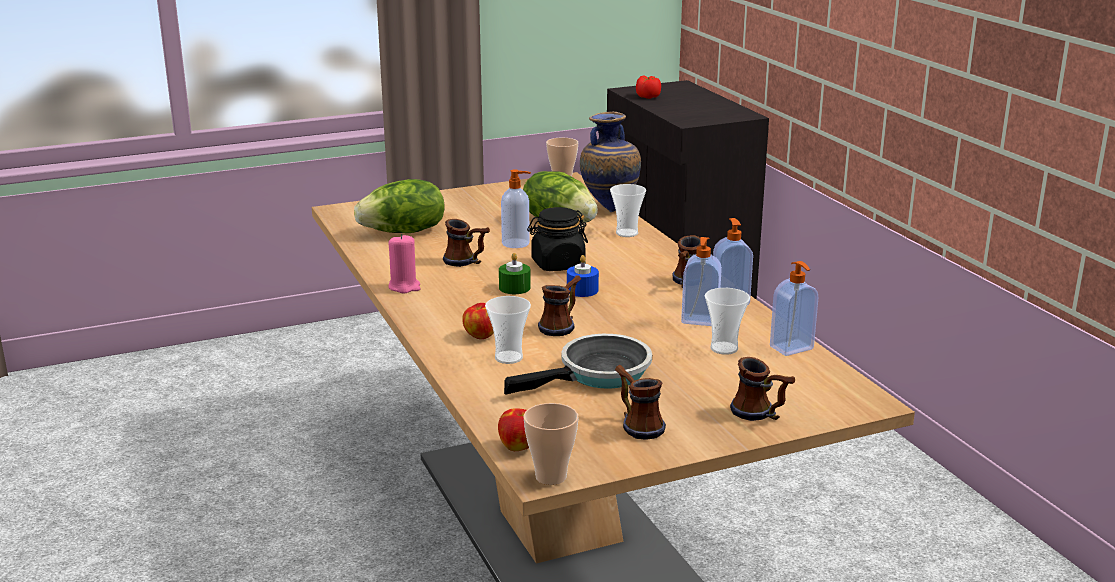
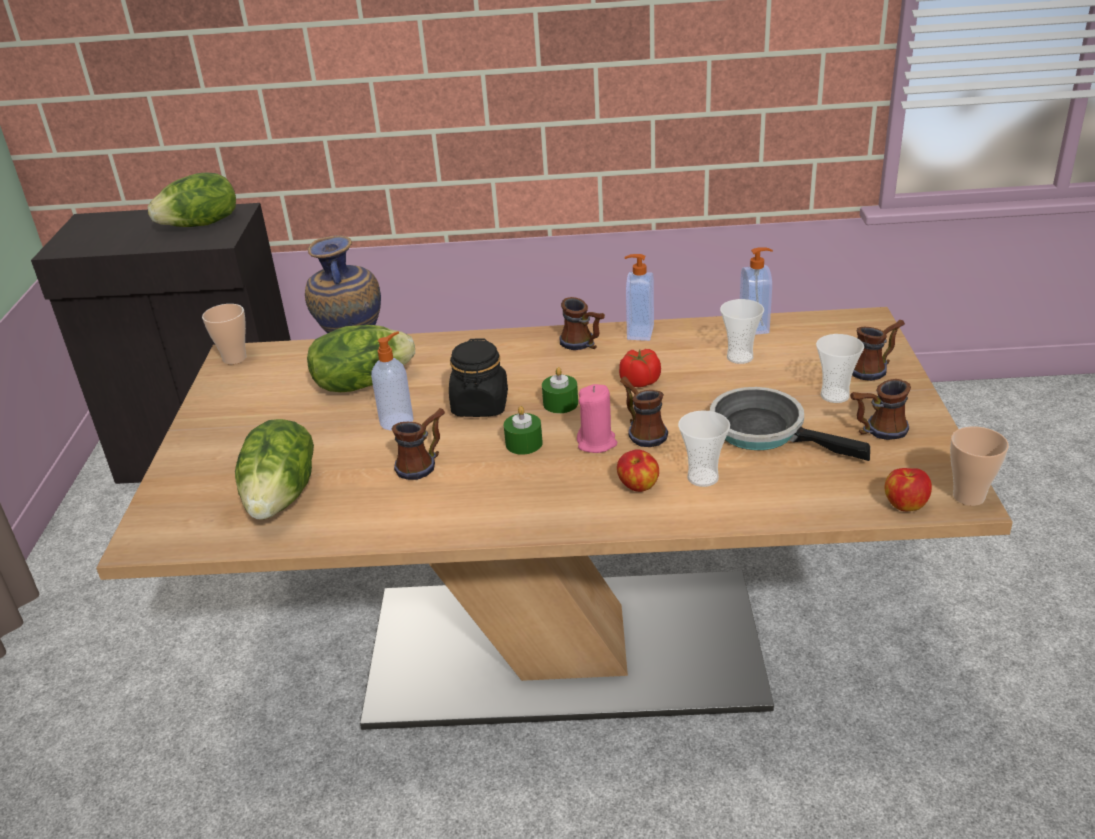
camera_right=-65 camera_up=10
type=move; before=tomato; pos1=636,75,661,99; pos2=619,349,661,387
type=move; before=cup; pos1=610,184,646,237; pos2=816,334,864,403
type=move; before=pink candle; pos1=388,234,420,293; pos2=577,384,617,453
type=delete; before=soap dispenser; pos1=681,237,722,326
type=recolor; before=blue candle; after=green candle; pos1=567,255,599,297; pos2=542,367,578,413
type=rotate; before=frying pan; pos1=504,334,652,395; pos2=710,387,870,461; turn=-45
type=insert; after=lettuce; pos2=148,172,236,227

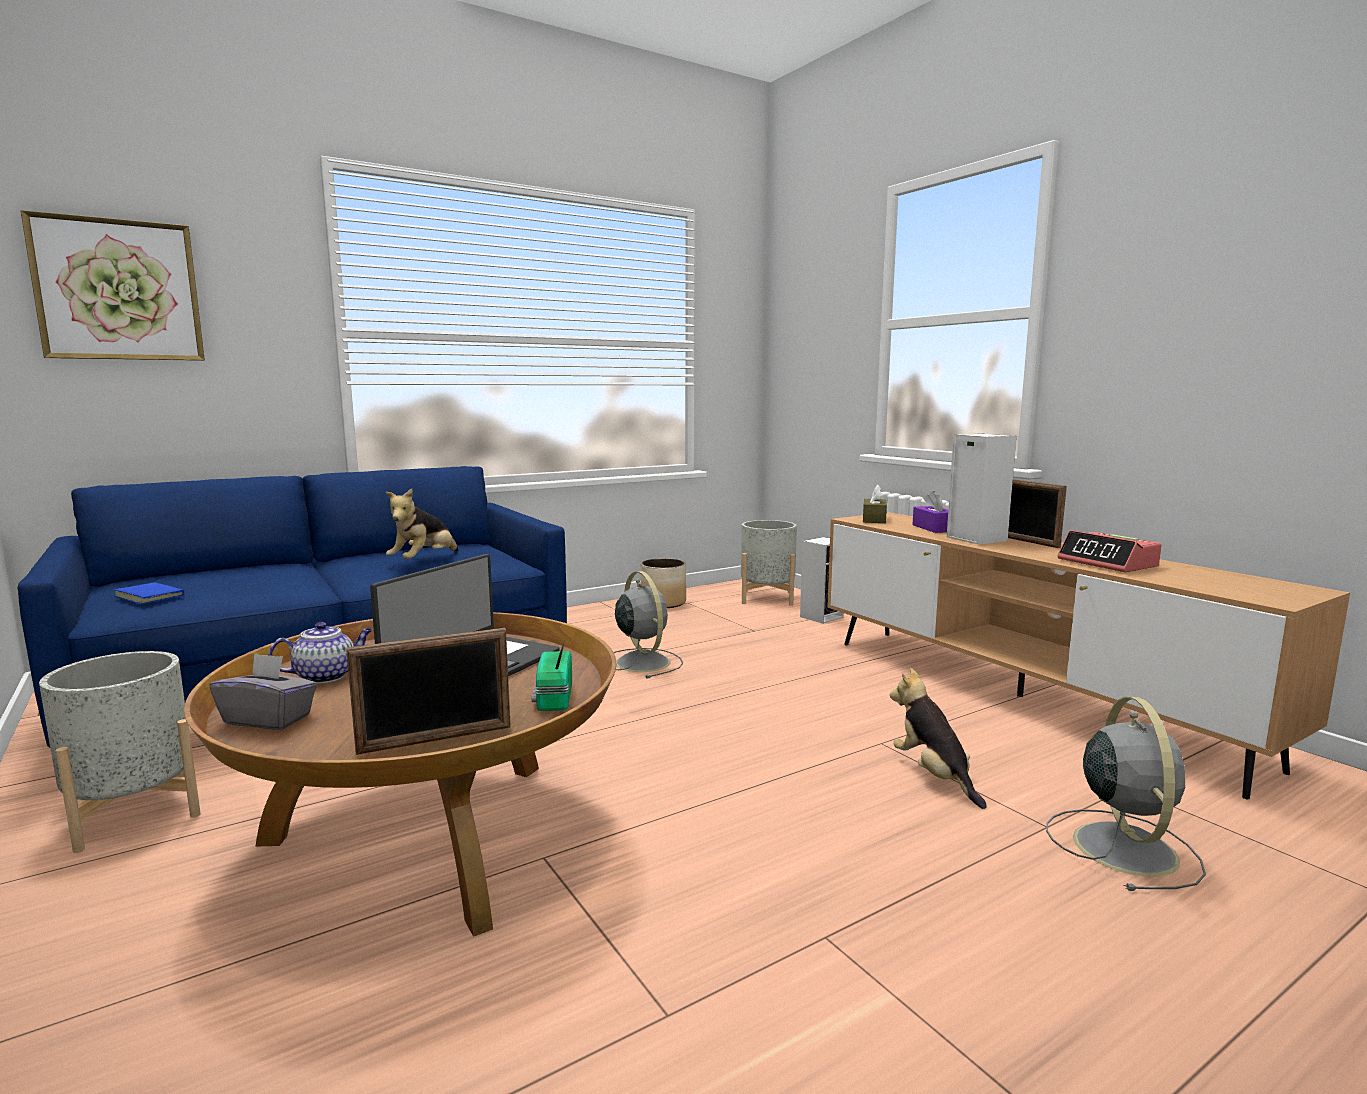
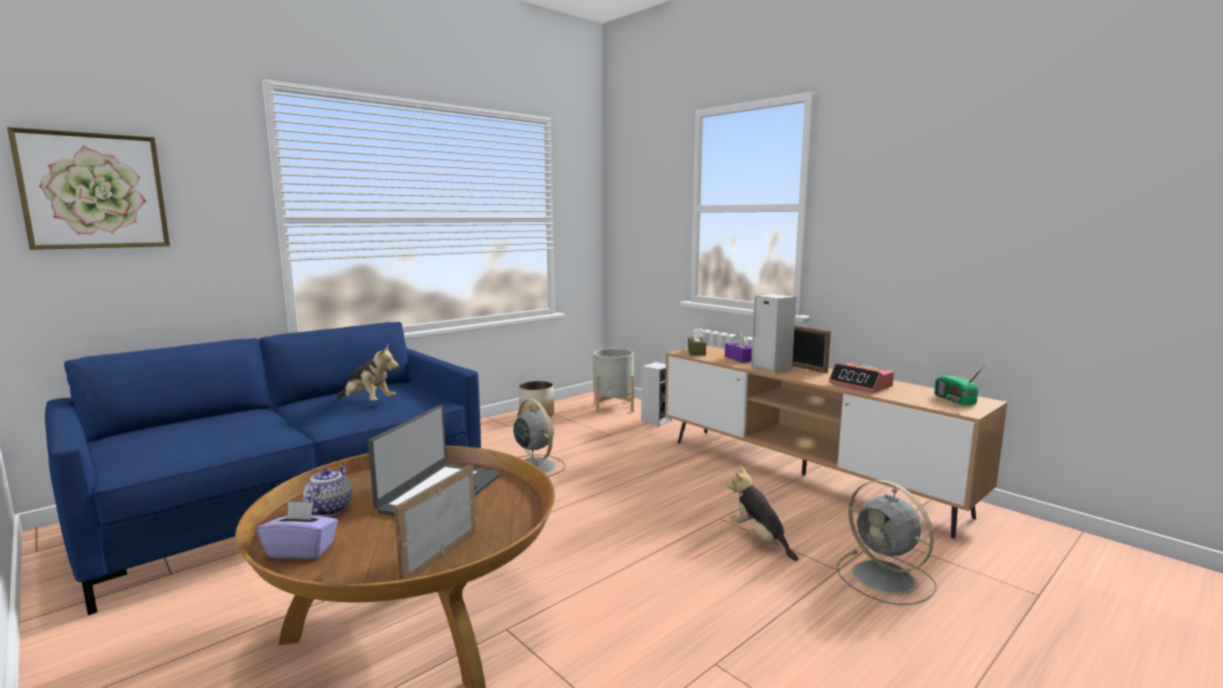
camera_right=-10 camera_up=0
type=rotate; before=plush toy; pos1=386,489,458,559; pos2=336,345,399,401; turn=-75
type=delete; before=blue book; pos1=115,580,184,605
type=rotate; before=teapot; pos1=268,622,372,684; pos2=303,466,352,516; turn=-45
type=rotate; before=picture frame; pos1=346,628,511,755; pos2=394,465,476,580; turn=150
type=move; before=radio; pos1=532,639,572,711; pos2=934,368,983,405
type=delete; before=grey planter; pos1=39,651,201,853
type=recolor; before=grey tissue box; after=purple tissue box; pos1=209,653,317,730; pos2=257,501,338,559
type=rotate; before=grey fan; pos1=1046,697,1206,891; pos2=837,480,937,605; turn=150

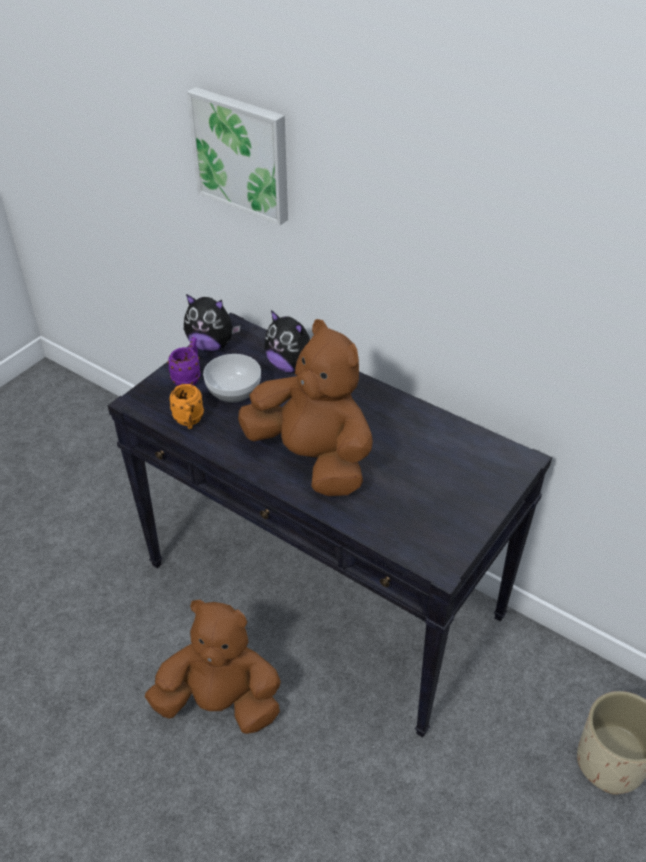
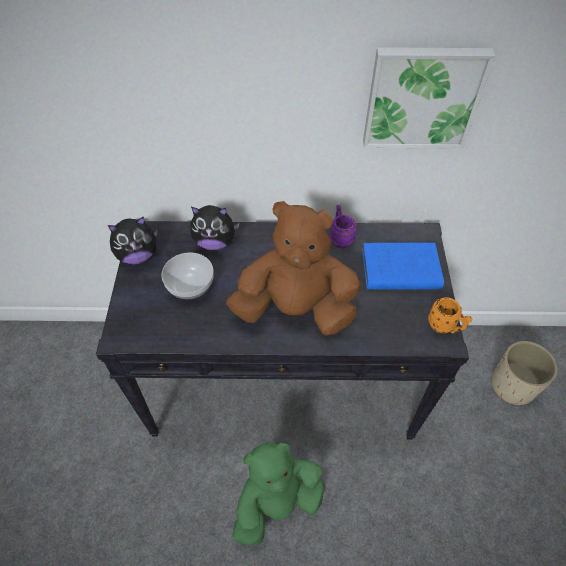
camera_right=-35 camera_up=10
type=move; before=picture; pos1=187,87,288,225; pos2=363,47,495,149
type=move; before=purple mug; pos1=168,337,201,386; pos2=329,205,357,248
type=move; before=orange mug; pos1=169,384,204,429; pos2=428,297,472,334
type=recolor; before=brown plush toy; after=green plush toy; pos1=145,600,281,734; pos2=232,442,325,545
type=insert; after=blue book; pos2=362,243,444,290

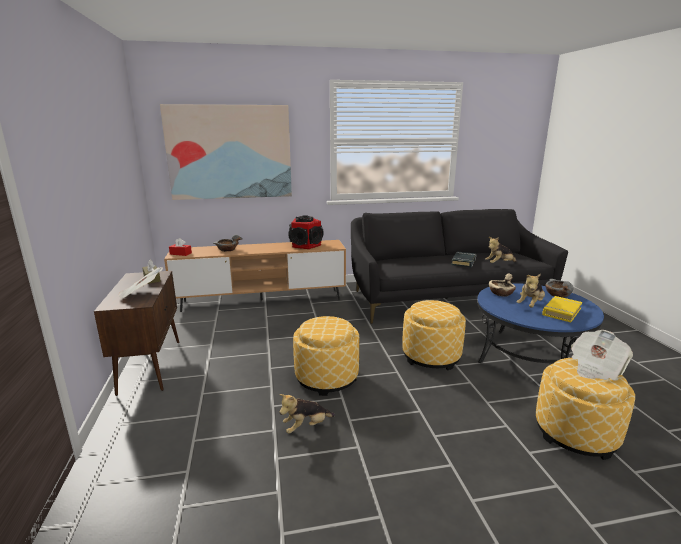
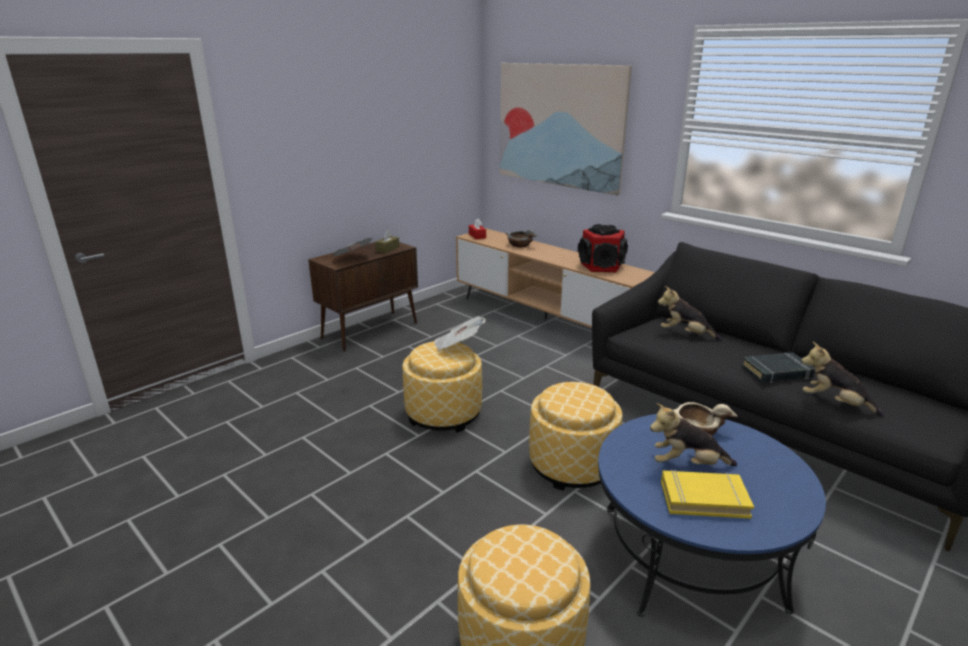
camera_right=55 camera_up=5
type=delete; before=grey bowl; pos1=546,279,573,298
type=move; before=newspaper; pos1=571,330,633,381; pos2=434,316,486,351
type=move; before=plush toy; pos1=279,394,335,434; pos2=658,286,722,340

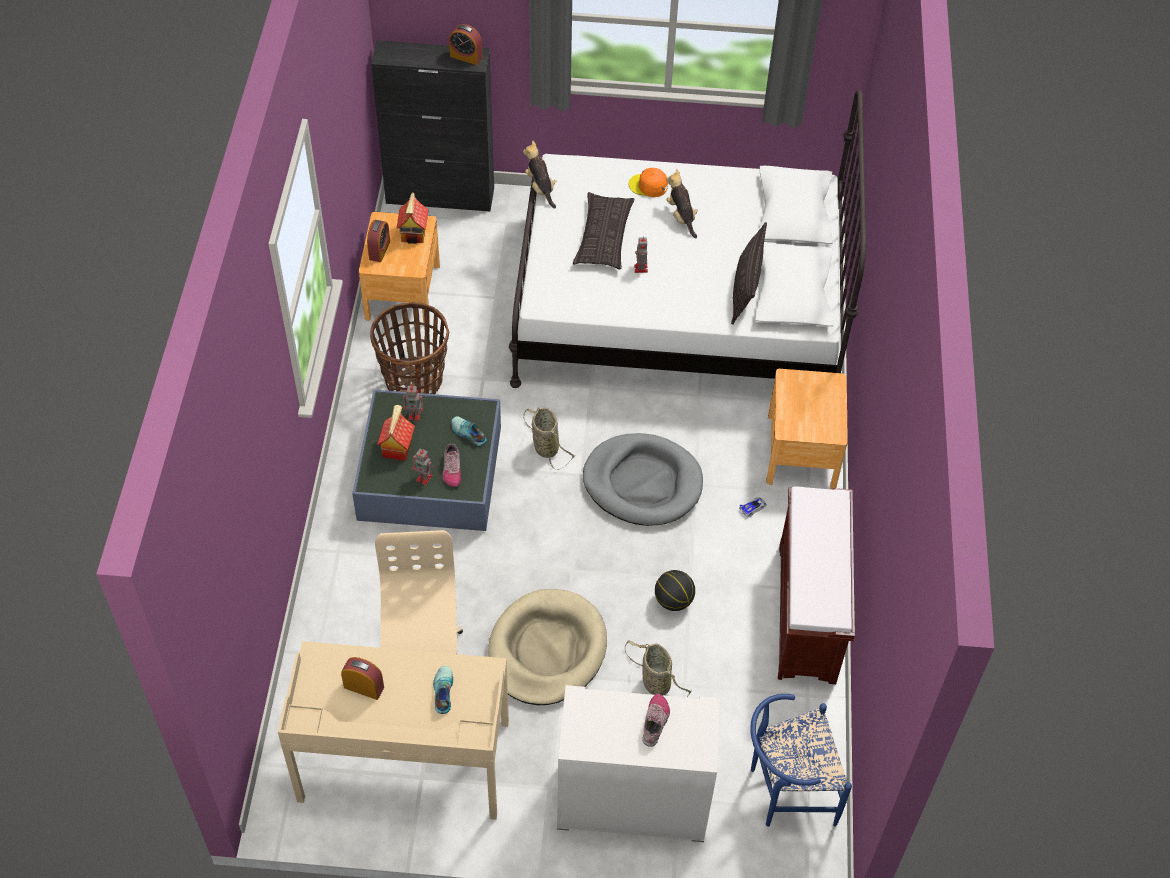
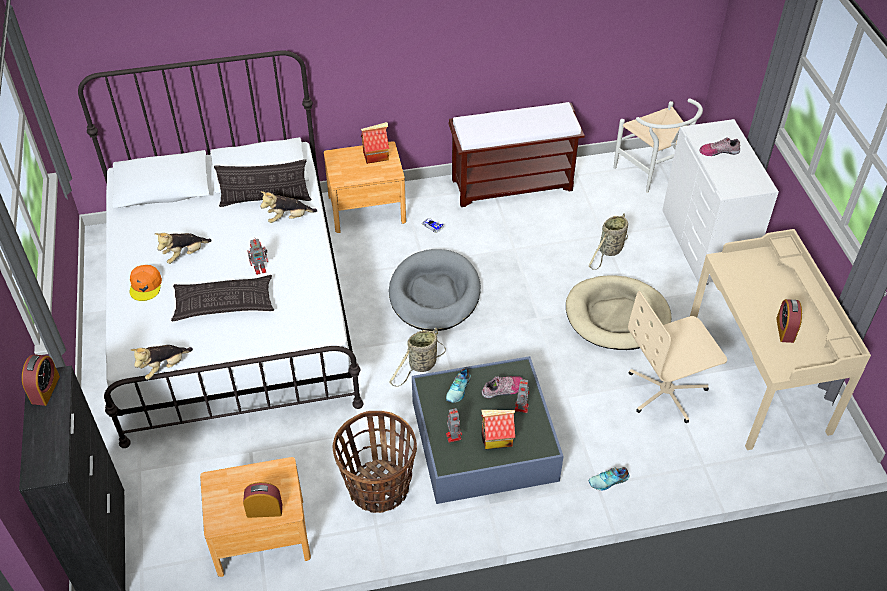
camera_right=-105 camera_up=-5
type=move; before=toy house; pos1=397,192,429,244; pos2=361,122,389,164
type=delete; before=basketball; pos1=655,570,695,611
type=move; before=shoe; pos1=433,666,453,714; pos2=589,467,629,490
type=recolor; before=blue chair; after=white chair; pos1=750,694,852,827; pos2=614,99,703,193
type=insert; after=plush toy; pos2=260,191,318,223

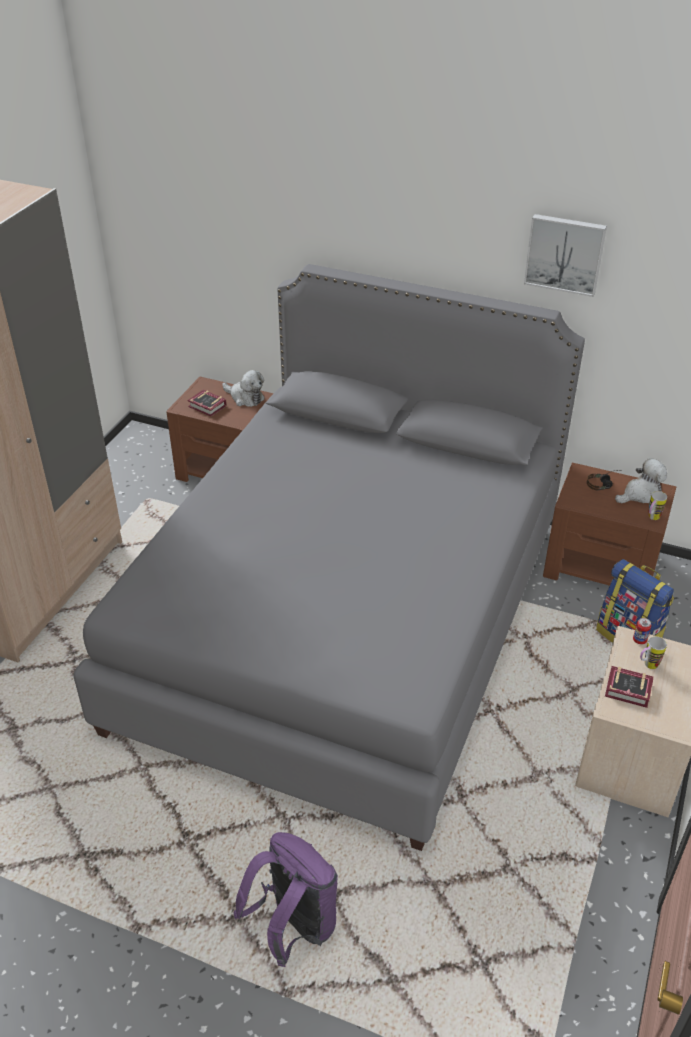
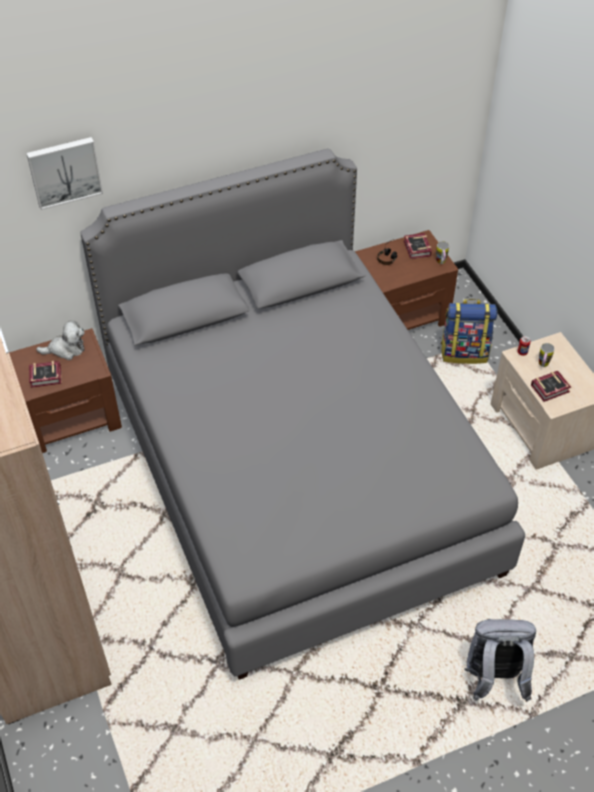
camera_right=-45 camera_up=10
type=move; before=picture; pos1=524,214,607,297; pos2=26,137,103,210
type=replace; before=plush toy; after=book; pos1=615,458,667,503; pos2=404,233,432,259
type=recolor; before=purple backpack; after=grey backpack; pos1=233,832,338,967; pos2=464,619,536,702

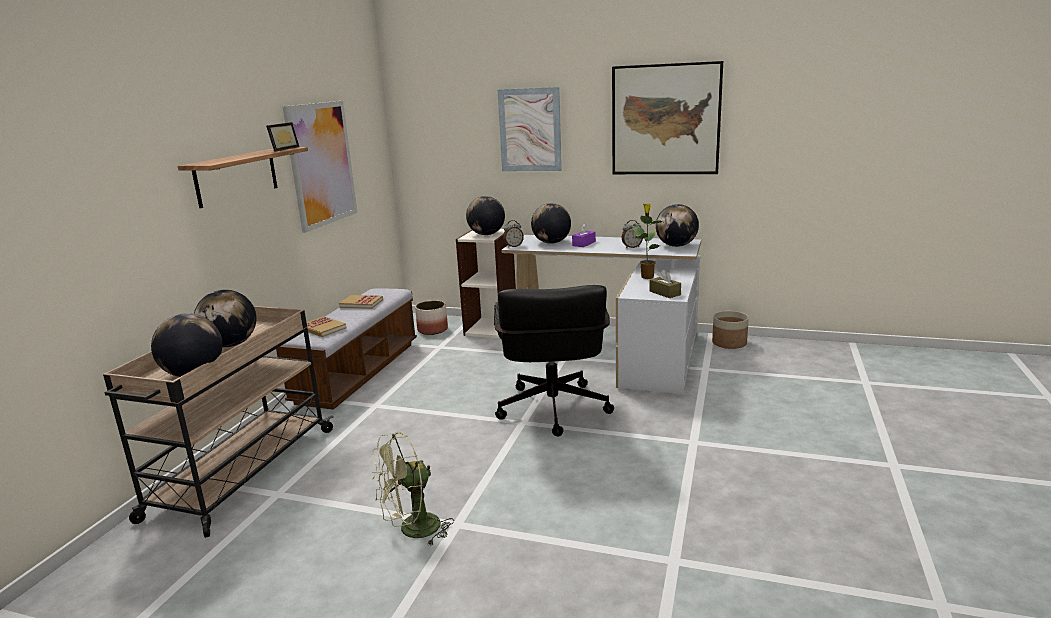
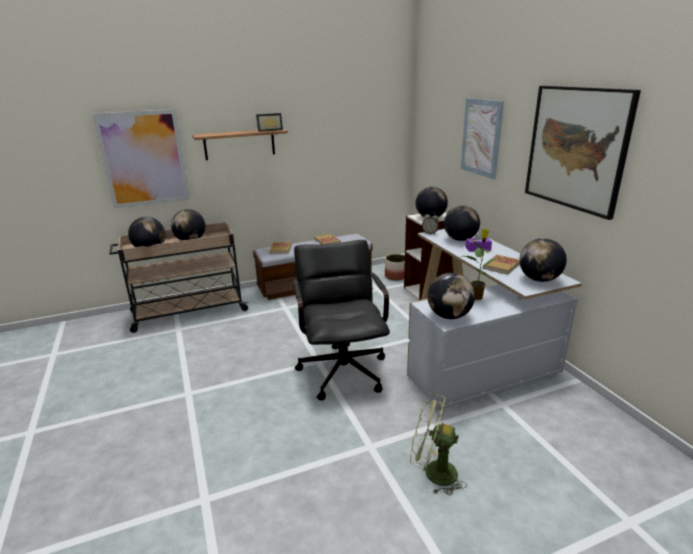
camera_right=50 camera_up=5
type=move; before=picture; pos1=282,101,358,233; pos2=92,109,190,208
type=replace; before=alarm clock; after=book; pos1=621,220,643,248; pos2=483,255,520,275
type=replace; before=brown tissue box; after=globe; pos1=650,269,681,298; pos2=427,273,475,319
type=rotate; before=black office chair; pos1=494,285,614,437; pos2=293,240,390,401; turn=120
type=delete; before=planter; pos1=712,311,749,349
type=move; before=green fan; pos1=371,432,454,546; pos2=410,393,467,496

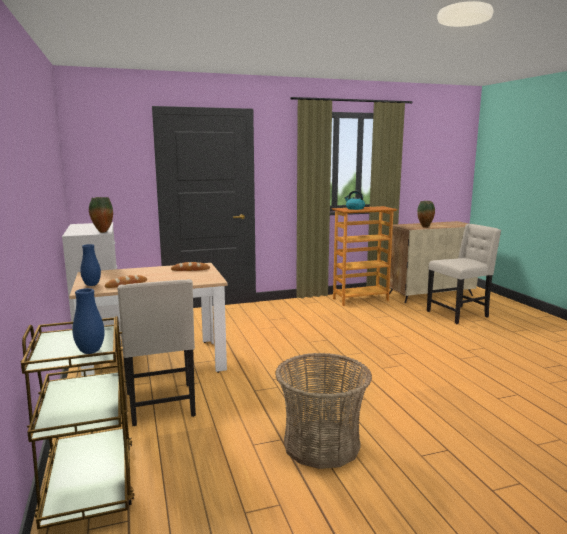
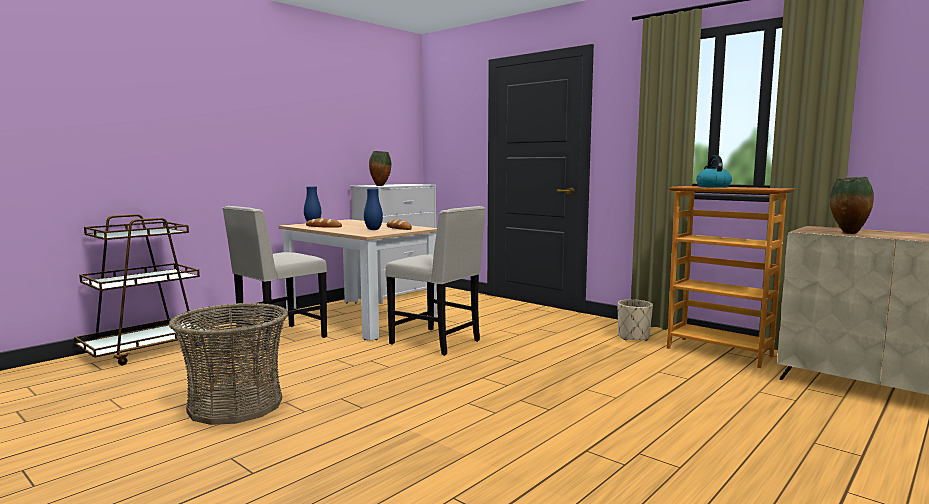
camera_right=60 camera_up=-5
type=move; before=beige chair; pos1=427,224,501,324; pos2=386,206,486,356
type=move; before=blue vase; pos1=72,288,105,354; pos2=364,189,383,230
type=insert; after=beige planter; pos2=618,299,653,341

